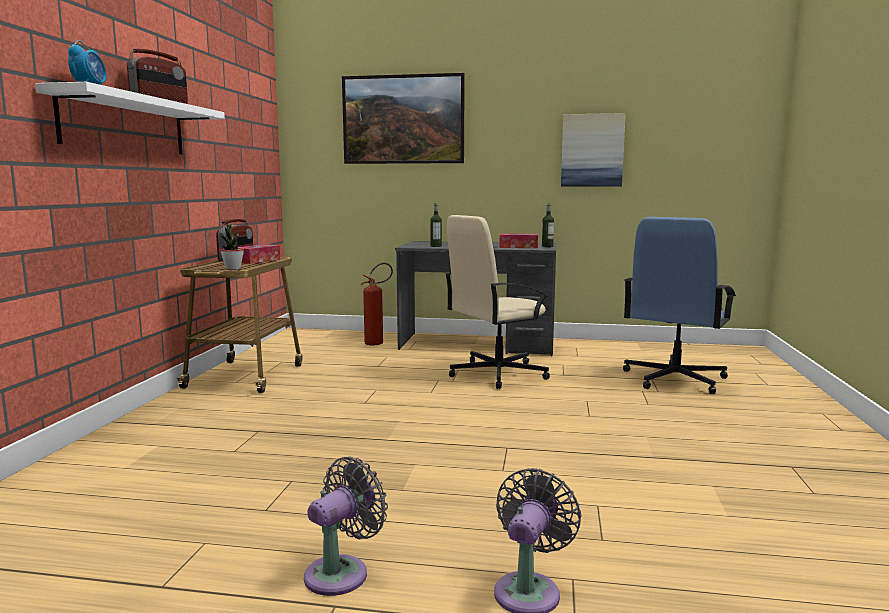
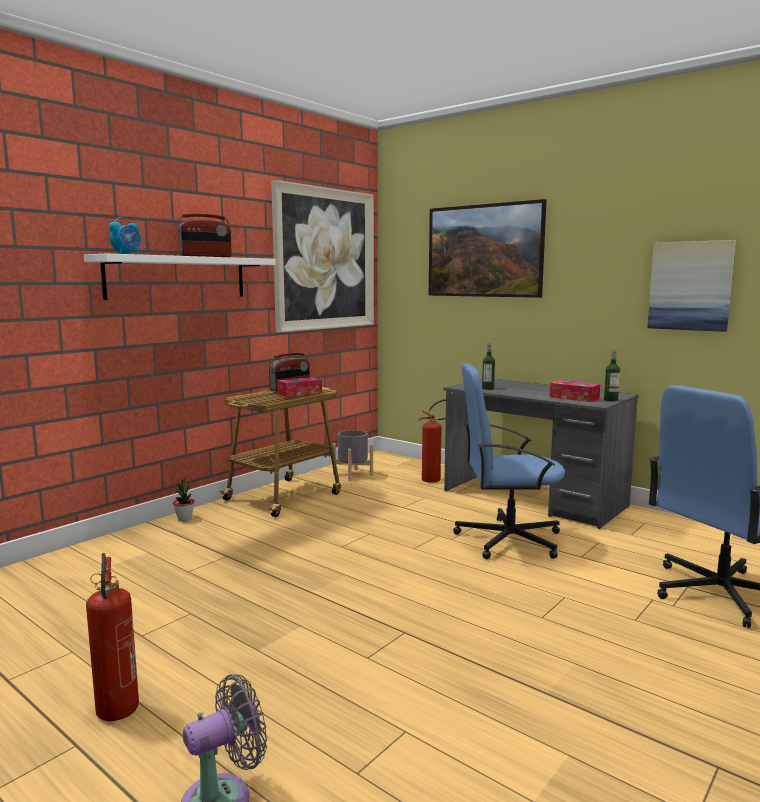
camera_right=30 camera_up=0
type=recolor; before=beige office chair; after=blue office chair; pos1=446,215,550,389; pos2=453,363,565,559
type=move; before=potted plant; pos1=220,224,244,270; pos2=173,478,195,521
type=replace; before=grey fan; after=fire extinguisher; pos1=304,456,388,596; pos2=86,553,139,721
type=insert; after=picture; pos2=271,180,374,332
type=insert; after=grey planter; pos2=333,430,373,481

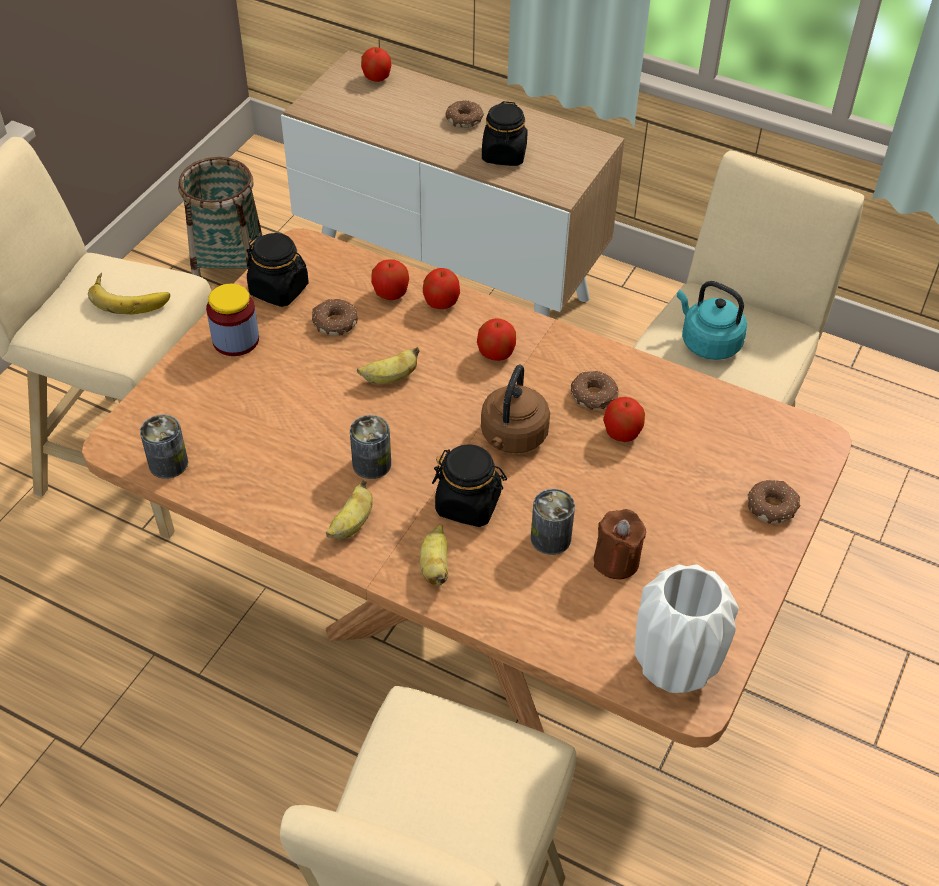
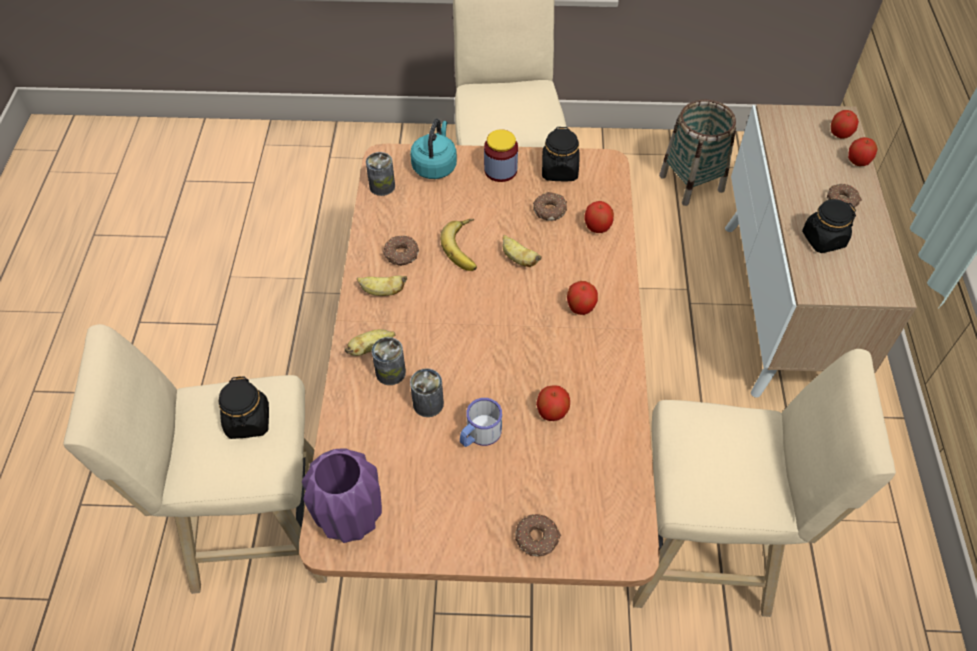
camera_right=65 camera_up=5
type=move; before=apple; pos1=423,268,460,310; pos2=848,137,878,166
type=move; before=banana; pos1=88,273,170,315; pos2=440,219,477,271
type=move; before=turquoise kettle; pos1=677,281,747,360; pos2=410,119,457,179
type=delete; before=brown kettle; pos1=481,364,550,454
type=move; before=donut; pos1=571,371,618,410; pos2=382,236,419,266
type=move; before=can; pos1=350,415,391,479; pos2=372,337,406,385
type=move; before=black jar; pos1=432,444,507,527; pos2=218,376,269,439
type=delete; before=brown candle; pos1=594,509,646,579
type=recolor; before=white vase; after=purple vase; pos1=635,564,739,693; pos2=302,448,382,543
type=insert; after=mug; pos2=460,398,502,447

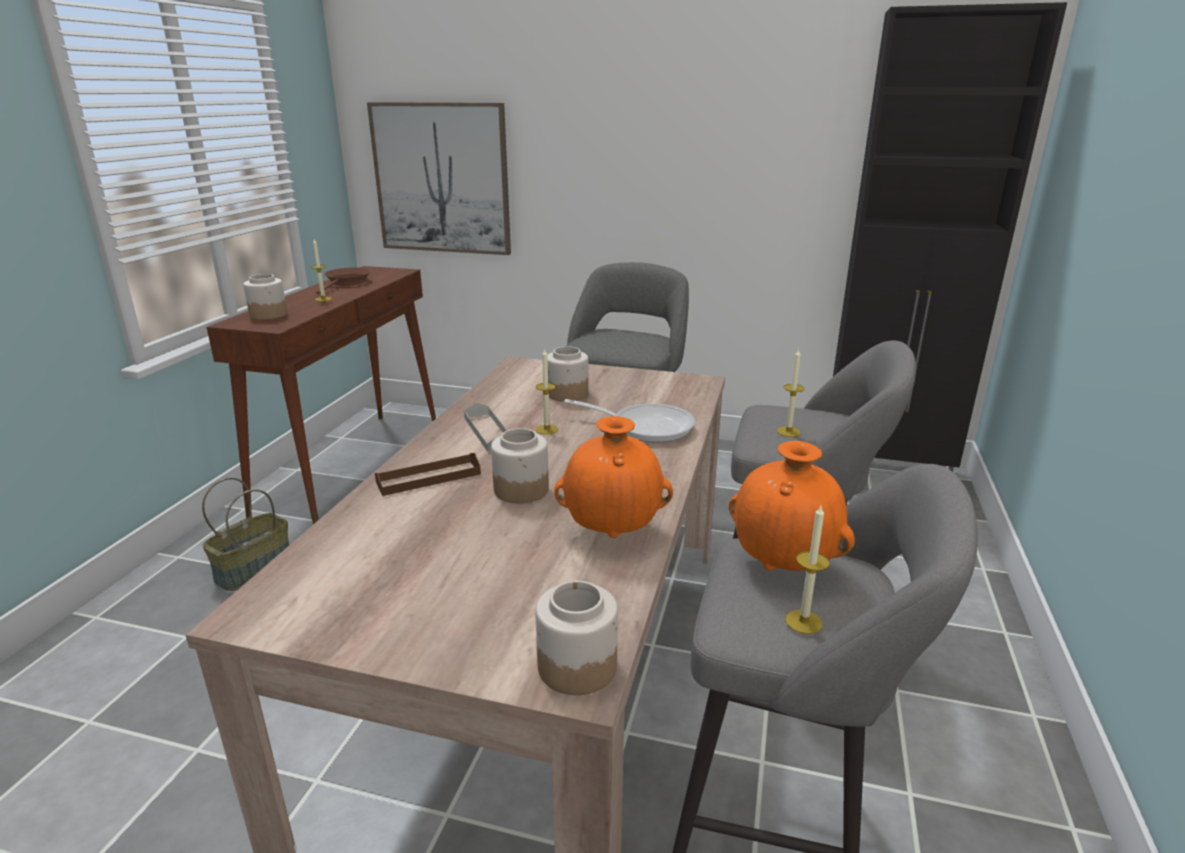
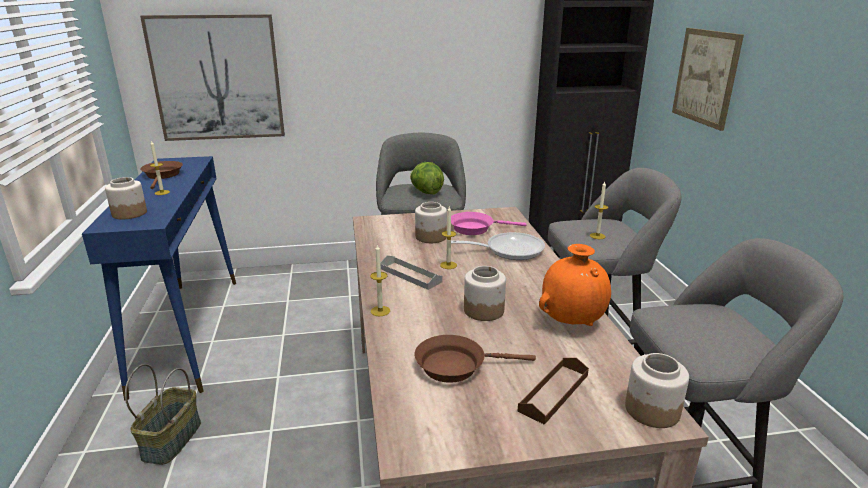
camera_right=-25 camera_up=0
type=recolor; before=brown console table; after=blue console table; pos1=206,266,436,524; pos2=82,156,236,400
type=delete; before=orange vase; pos1=729,441,855,571
type=move; before=brown tray; pos1=375,453,481,496; pos2=517,358,589,425
type=move; before=candle; pos1=785,506,829,634; pos2=370,244,390,316
type=insert; after=picture; pos2=672,28,744,131
type=insert; after=lettuce; pos2=410,162,444,194
type=insert; after=pink frying pan; pos2=451,212,527,235
type=insert; after=brown frying pan; pos2=415,335,536,383

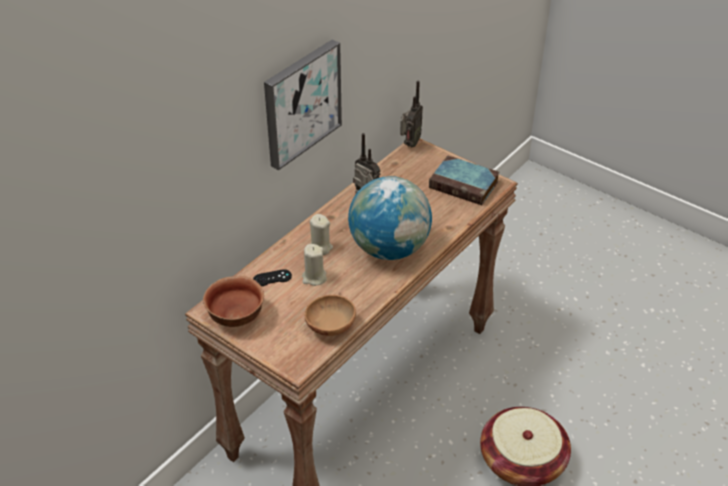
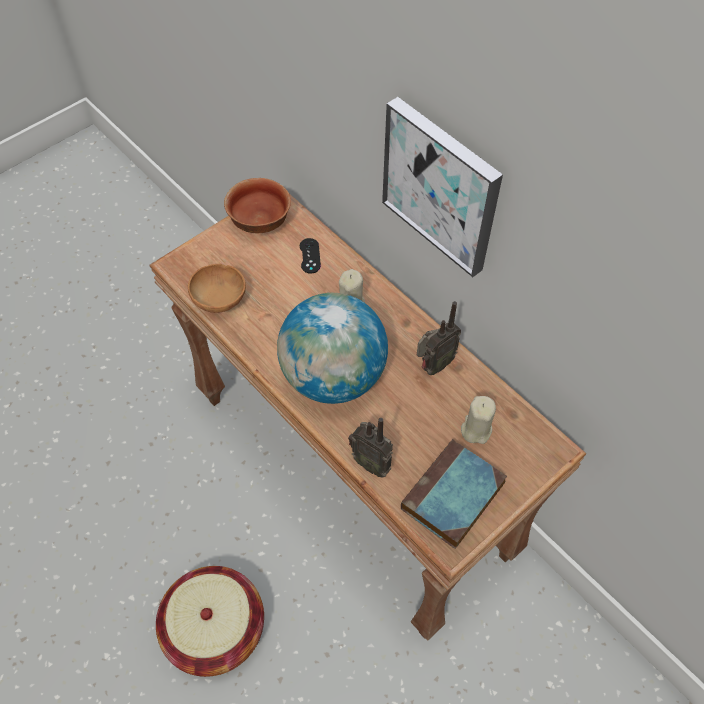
camera_right=100 camera_up=15
type=move; before=radio; pos1=400,81,423,148; pos2=348,418,393,477
type=move; before=beige candle; pos1=302,244,327,286; pos2=461,396,496,444

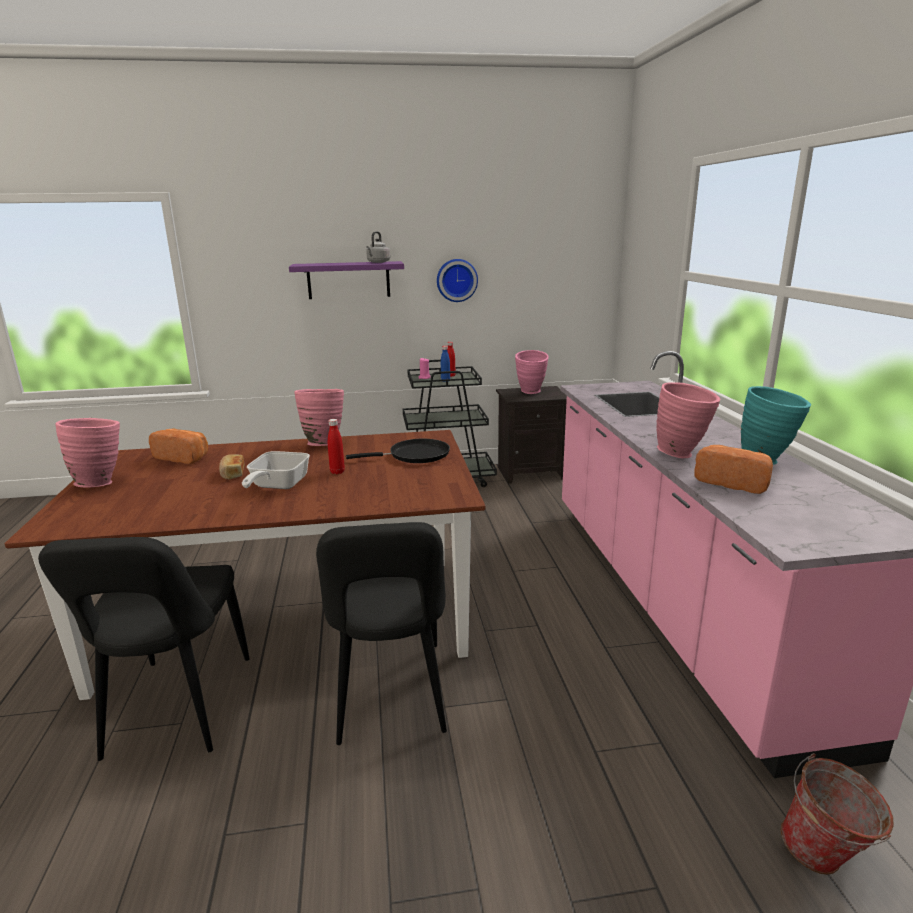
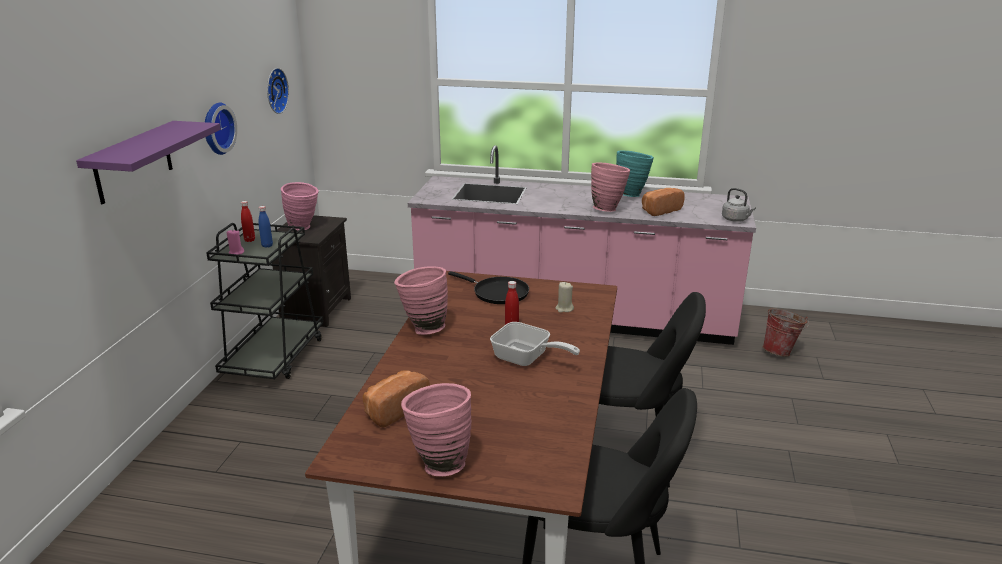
camera_right=-70 camera_up=5
type=move; before=grey kettle; pos1=366,231,390,263; pos2=722,188,756,222
type=rotate; before=black frying pan; pos1=346,439,450,463; pos2=448,271,529,304; turn=120
type=delete; before=bread; pos1=219,454,244,479
type=insert; after=wall clock; pos2=267,68,289,114
type=insert; after=beige candle; pos2=555,282,574,313

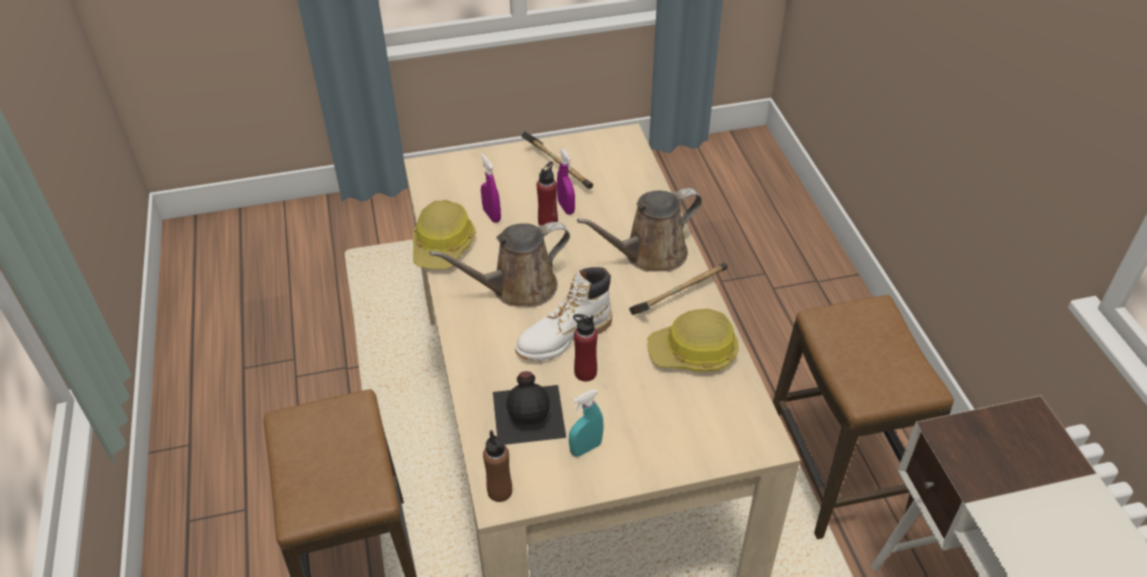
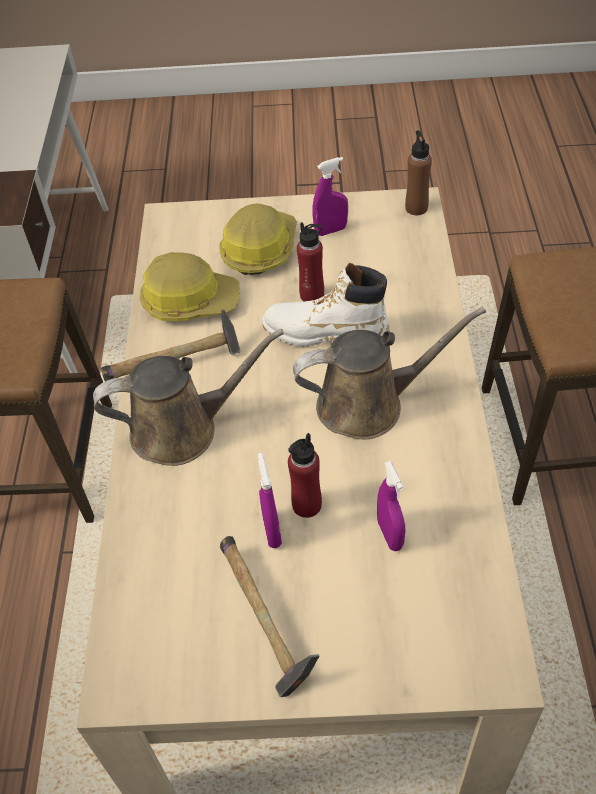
camera_right=-165 camera_up=5
type=move; before=hard hat; pos1=412,200,476,269; pos2=219,203,297,275
type=rotate; before=white boot; pos1=515,267,612,361; pos2=262,263,390,347; turn=-150
type=delete; before=black bottle; pos1=493,371,566,445
type=recolor; before=turquoise spray bottle; after=purple spray bottle; pos1=569,389,604,457; pos2=312,157,348,236

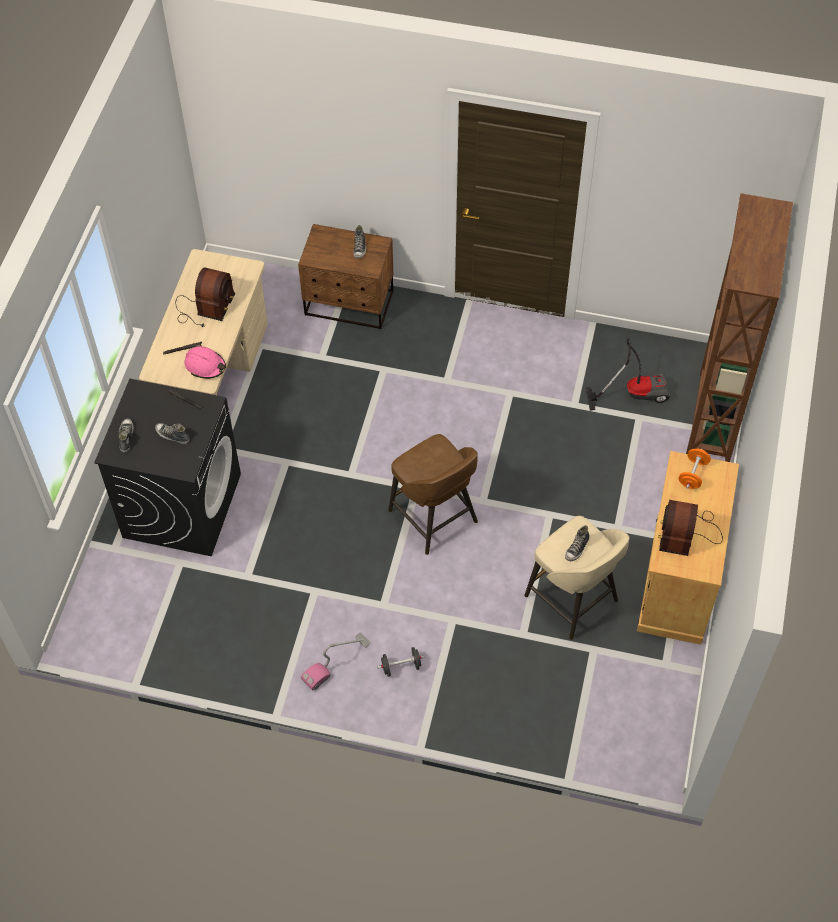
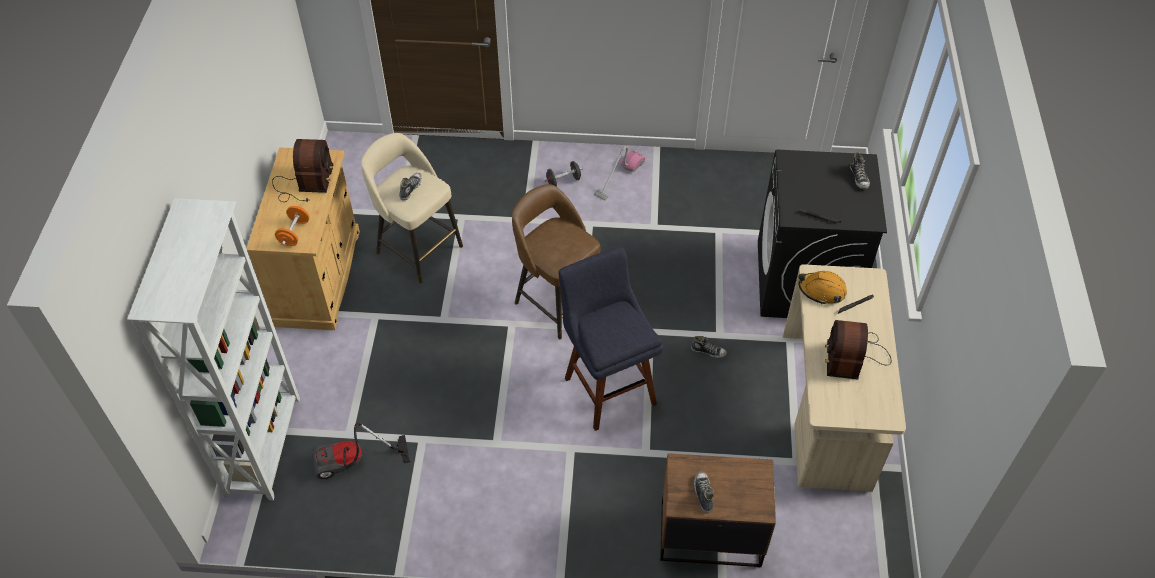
camera_right=170 camera_up=-5
type=recolor; before=brown bookcase; after=white bookcase; pos1=686,193,793,462; pos2=127,198,300,500
type=recolor; before=pink hard hat; after=orange hard hat; pos1=184,345,226,379; pos2=798,271,847,304
type=move; before=shoe; pos1=155,423,190,444; pos2=691,336,727,358
type=insert; after=blue stool; pos2=558,247,663,431

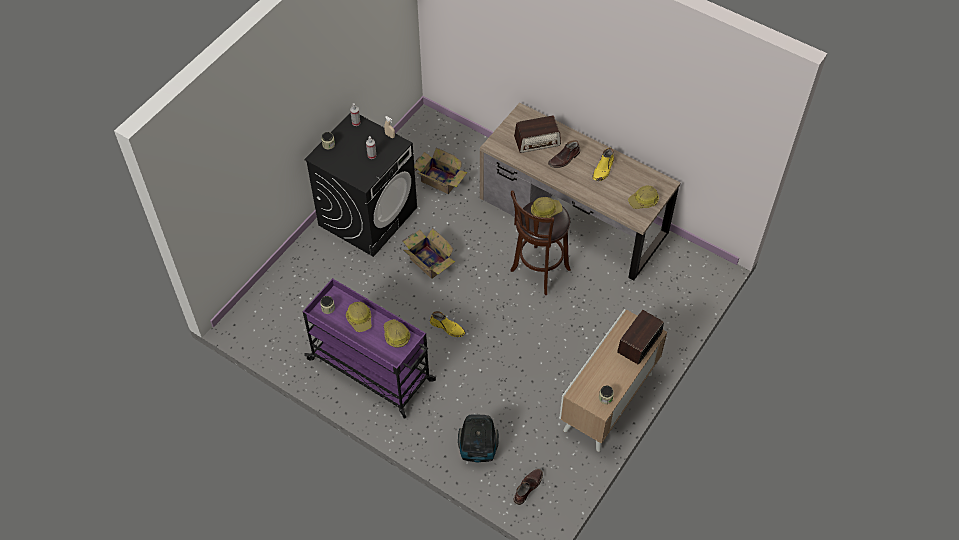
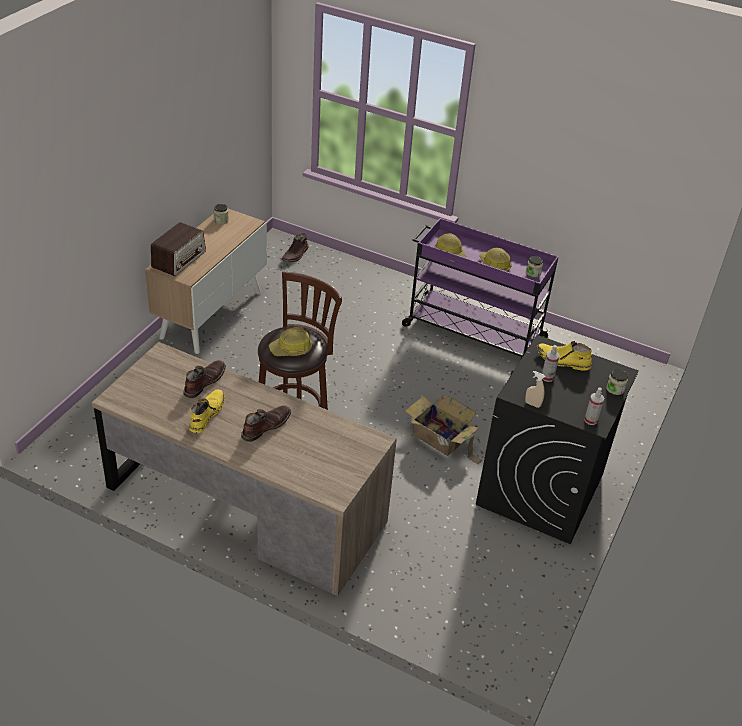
camera_right=170 camera_up=-15
type=delete; before=radio; pos1=514,116,561,153
type=delete; before=cardboard box; pos1=414,147,468,194
type=delete; before=hard hat; pos1=628,186,659,209
type=move; before=yellow boot; pos1=430,311,466,337; pos2=536,341,592,371
type=delete; before=vacuum cleaner; pos1=458,414,499,462
type=insert; after=brown boot; pos2=183,360,226,398

